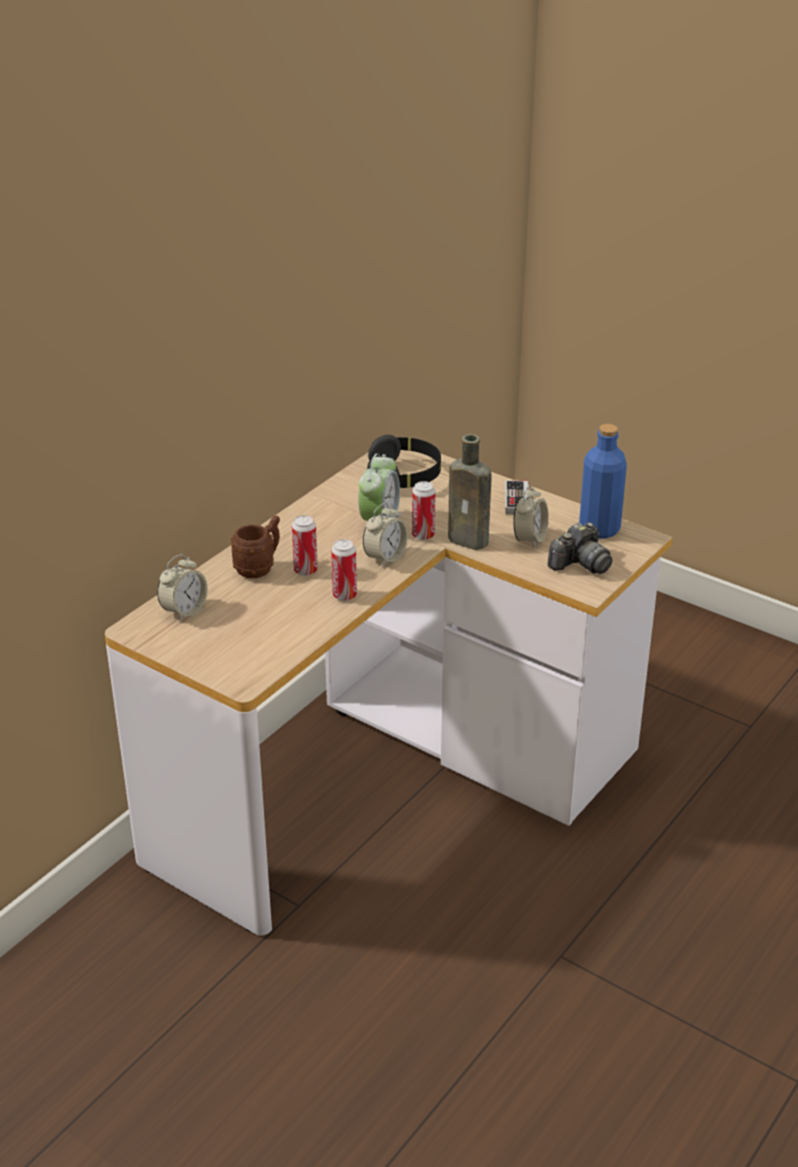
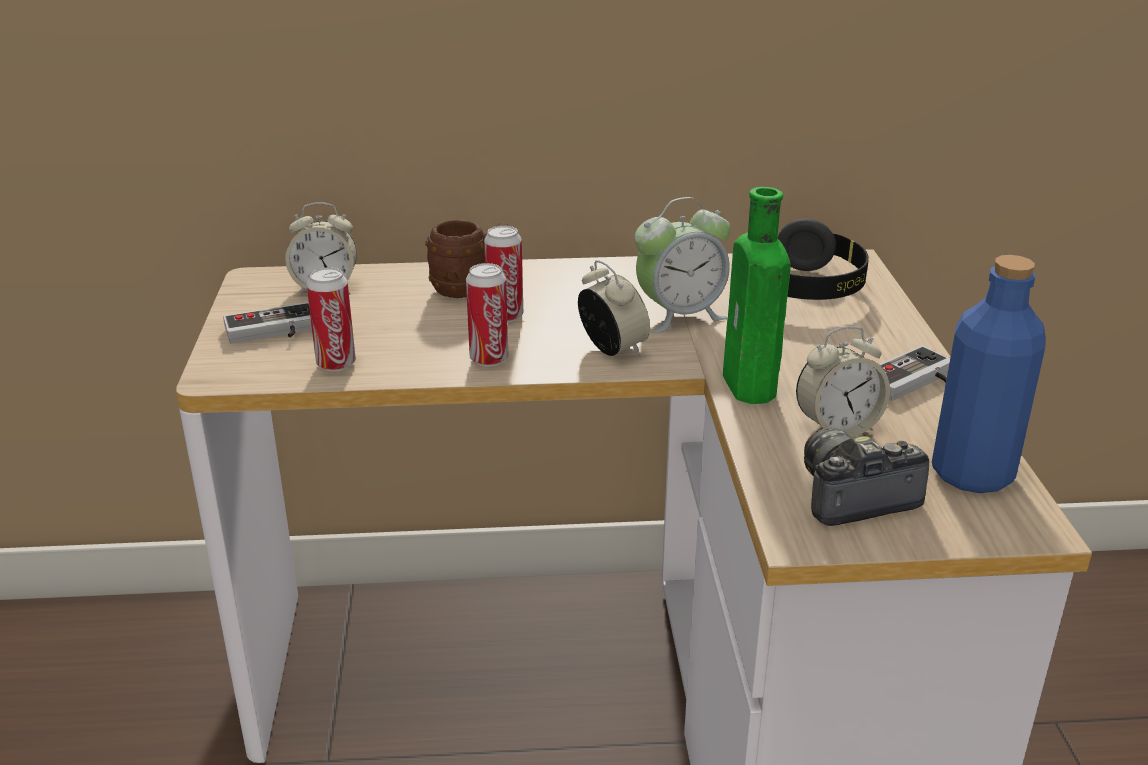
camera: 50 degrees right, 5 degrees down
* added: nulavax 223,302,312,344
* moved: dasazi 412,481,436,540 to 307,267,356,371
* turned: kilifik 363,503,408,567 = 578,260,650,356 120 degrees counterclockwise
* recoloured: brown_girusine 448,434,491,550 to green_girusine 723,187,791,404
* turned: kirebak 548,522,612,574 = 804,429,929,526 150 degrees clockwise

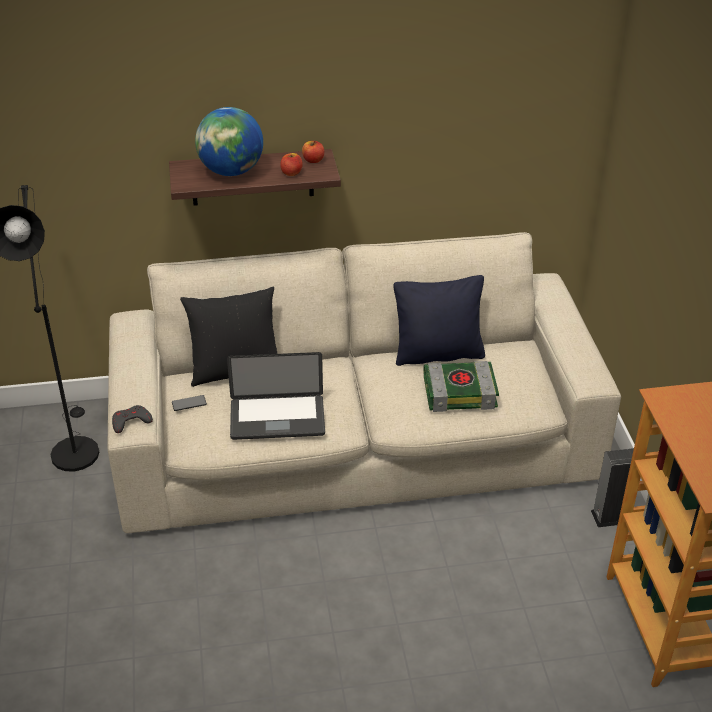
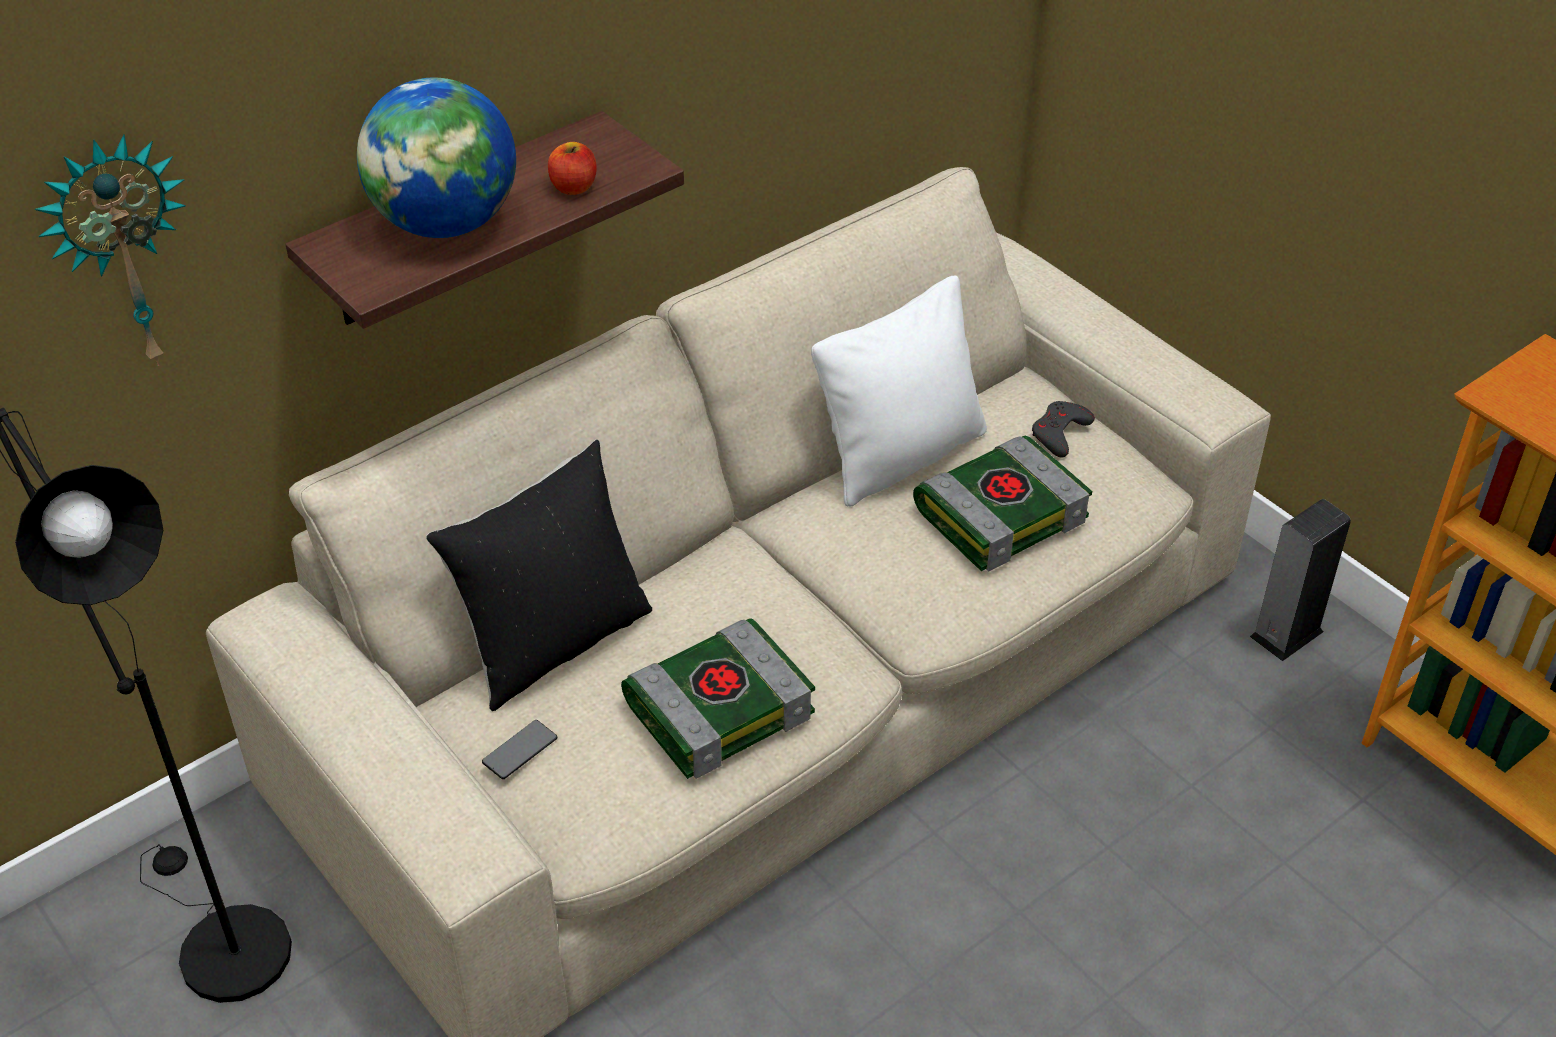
camera: 30 degrees left, 5 degrees up
* added: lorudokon 35,134,186,366
* replaced: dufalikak 227,352,325,440 to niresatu 621,618,815,779
* recoloured: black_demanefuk 393,275,485,366 to white_demanefuk 811,276,987,507
* moved: grey_nulavax 112,405,153,433 to 1032,401,1095,457
* removed: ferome 302,140,324,163

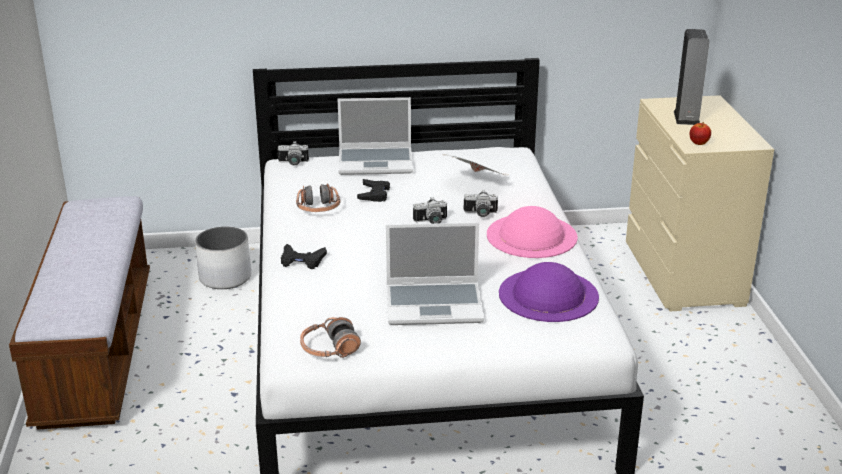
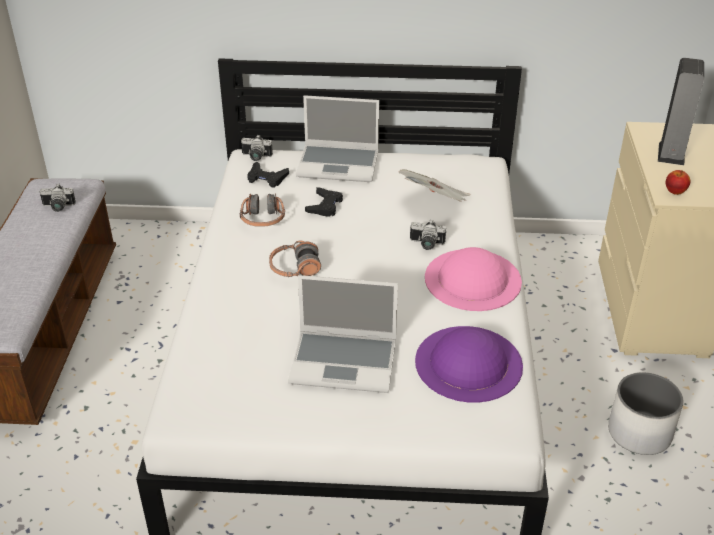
camera: 10 degrees right, 10 degrees up
* moved: kirebak 413,197,447,224 to 40,184,76,212
* moved: black_nulavax 281,244,327,269 to 247,161,289,187
* moved: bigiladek 300,317,361,358 to 269,240,321,277
* moved: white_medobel 195,226,251,289 to 608,372,683,455

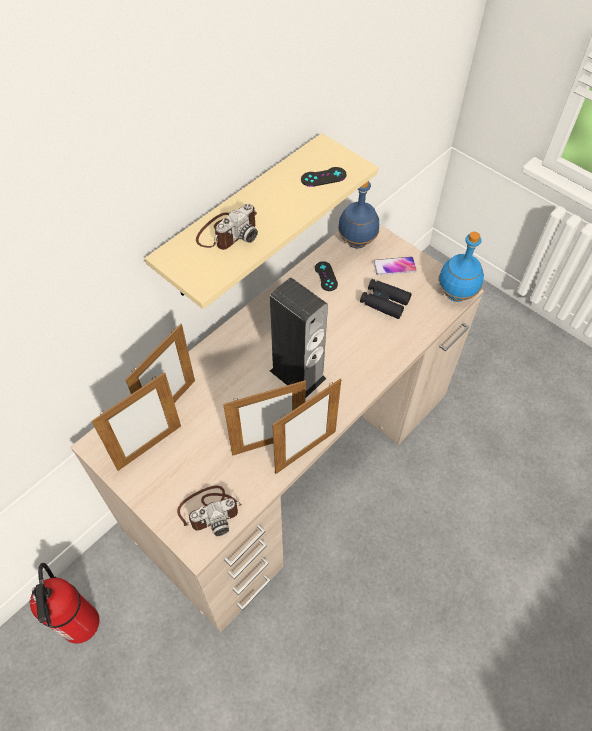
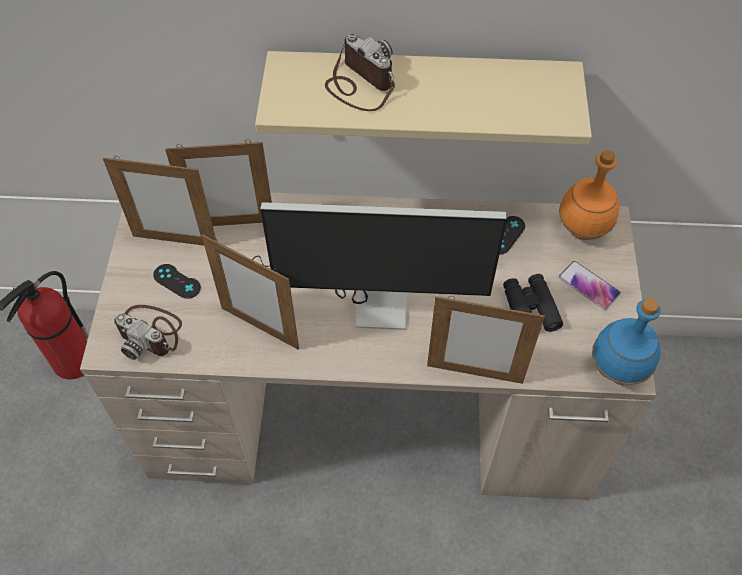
camera: 50 degrees right, 0 degrees up
* moved: black_nulavax 301,167,346,187 to 153,264,201,299
* replaced: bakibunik 270,278,328,397 to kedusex 252,202,507,330
* turned: kirebak 196,203,258,250 = 325,34,395,111 135 degrees counterclockwise
* moved: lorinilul 272,378,341,474 to 427,296,545,384
* recoloured: blue_girusine 338,181,379,249 to orange_girusine 559,150,620,240

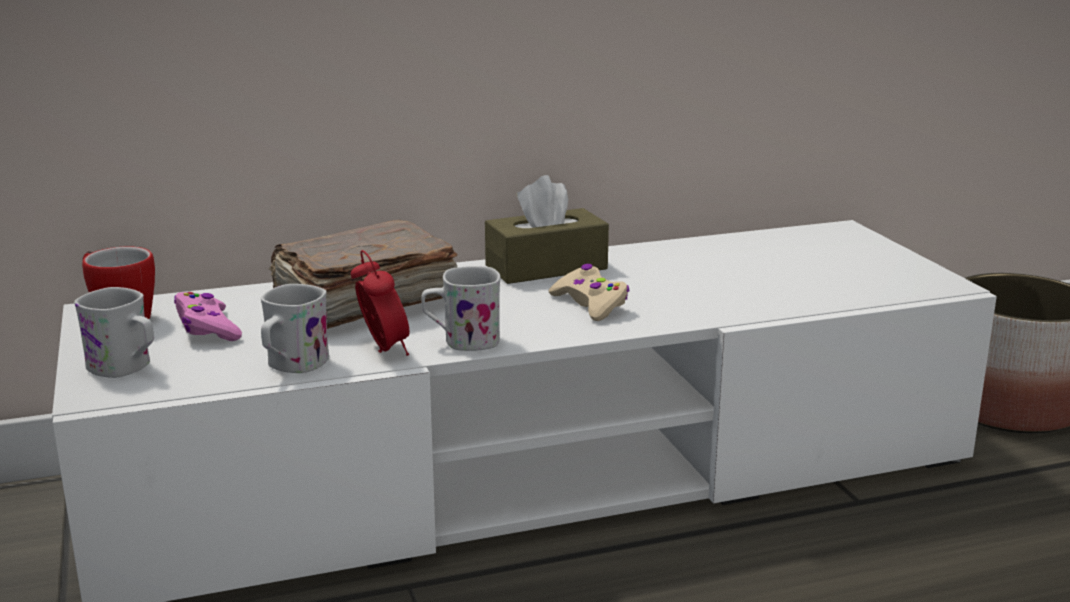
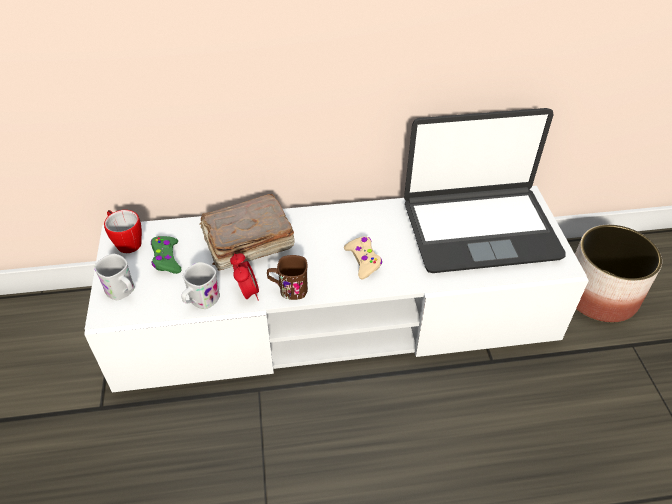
camera: 10 degrees right, 25 degrees up
* recoloured: pink_nulavax 174,292,242,341 to green_nulavax 151,236,181,274
* recoloured: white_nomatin 421,266,501,351 to brown_nomatin 267,255,308,300
* added: dufalikak 404,108,566,273
* removed: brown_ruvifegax 485,175,609,284

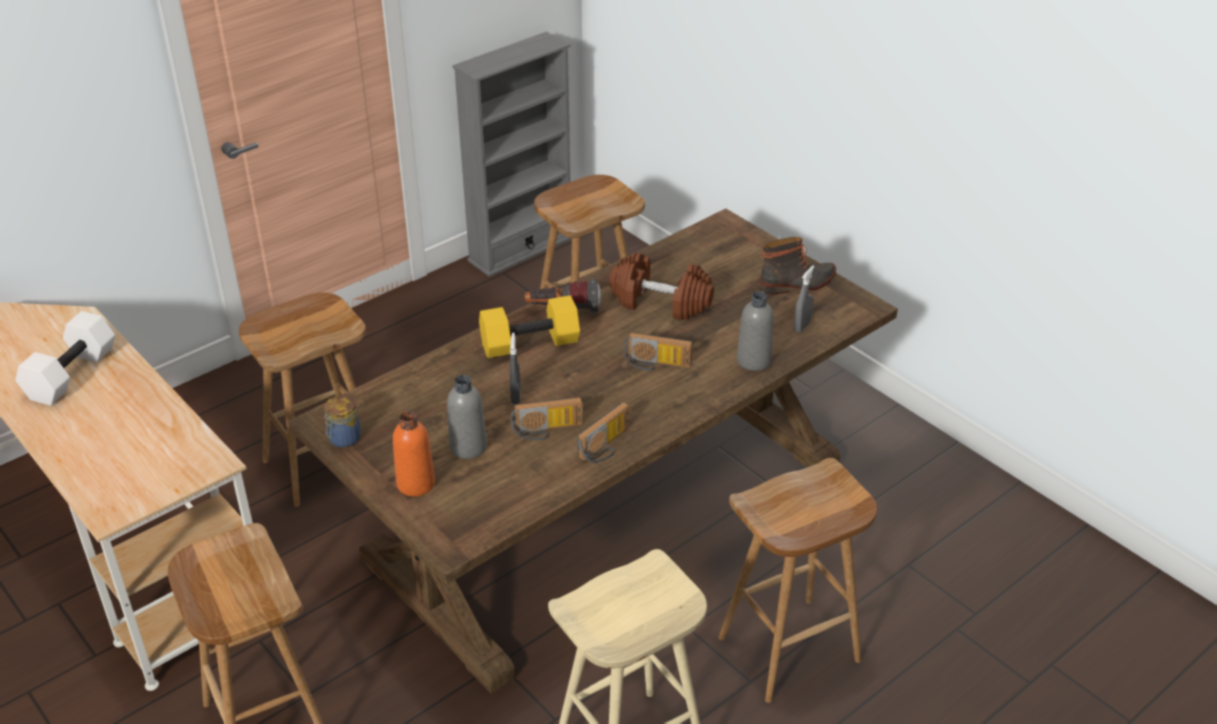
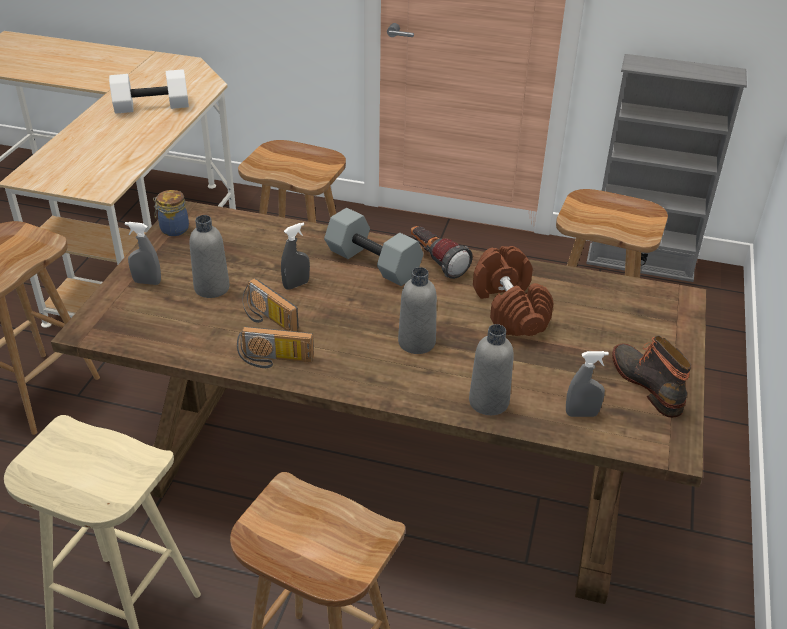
camera: 55 degrees right, 0 degrees up
* replaced: orange_girusine 393,411,435,497 to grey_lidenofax 125,222,161,285
* recoloured: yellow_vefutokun 479,295,580,358 to grey_vefutokun 324,208,423,286
* replaced: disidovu 623,332,692,371 to grey_girusine 398,267,437,354
* turned: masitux 760,237,836,295 = 612,336,692,418 150 degrees counterclockwise

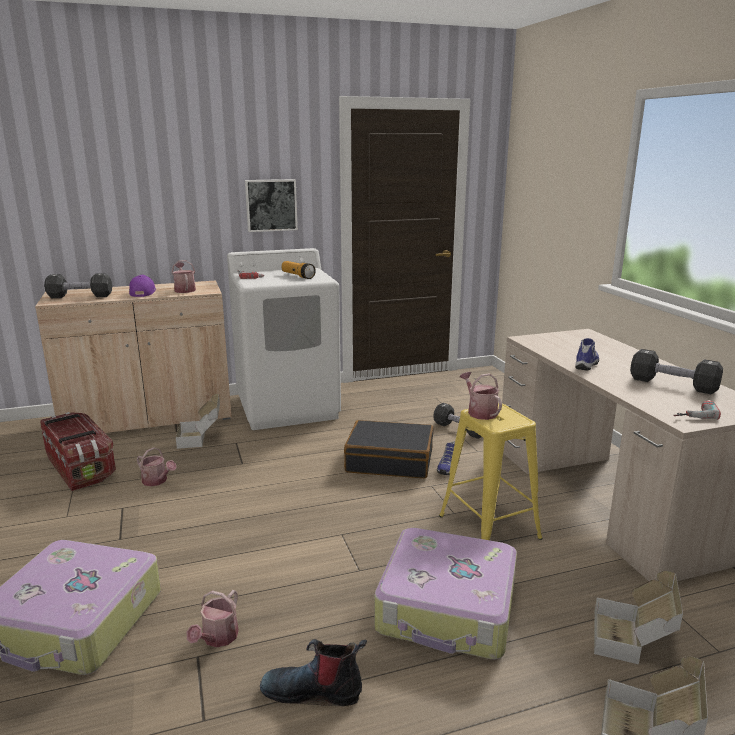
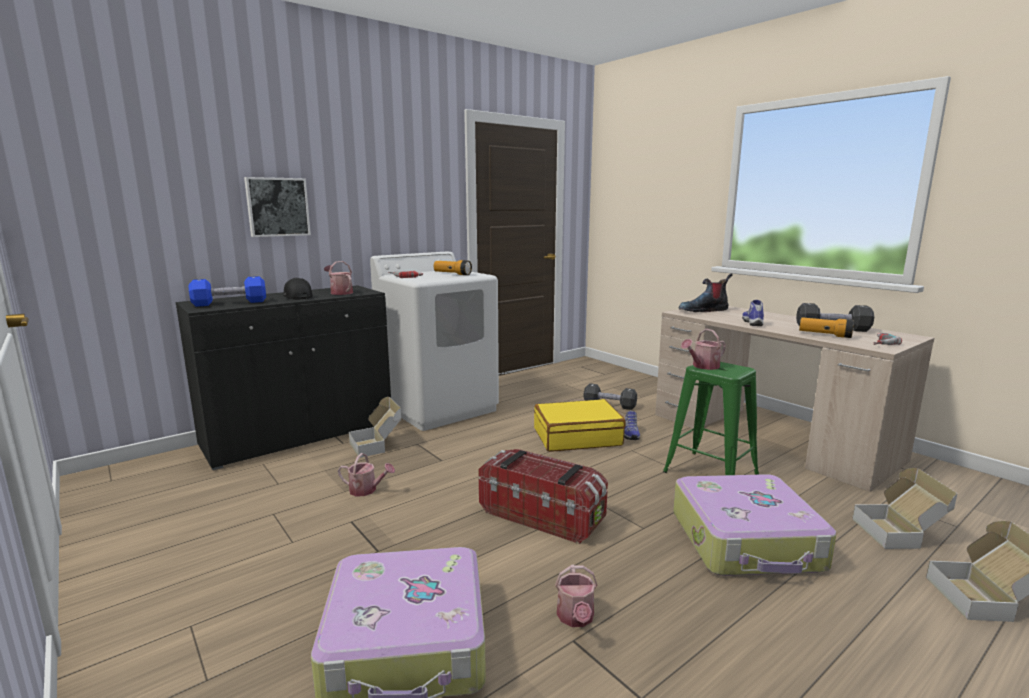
camera: 20 degrees left, 5 degrees down
* recoloured: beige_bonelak 35,280,232,433 to black_bonelak 176,285,391,470
* recoloured: black_vefutokun 44,273,112,298 to blue_vefutokun 188,276,266,307
* moved: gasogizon 245,179,298,232 to 244,177,311,237
* recoloured: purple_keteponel 129,275,156,297 to black_keteponel 283,278,313,300
* moved: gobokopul 40,412,116,491 to 478,449,608,544
* recoloured: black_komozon 344,420,434,478 to yellow_komozon 534,399,625,452
* recoloured: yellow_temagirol 439,403,543,540 to green_temagirol 663,362,759,475
* moved: masitux 260,639,367,706 to 678,273,733,312
* turned: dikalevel 460,372,502,420 = 681,329,726,370 75 degrees counterclockwise
* added: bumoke 799,317,854,338

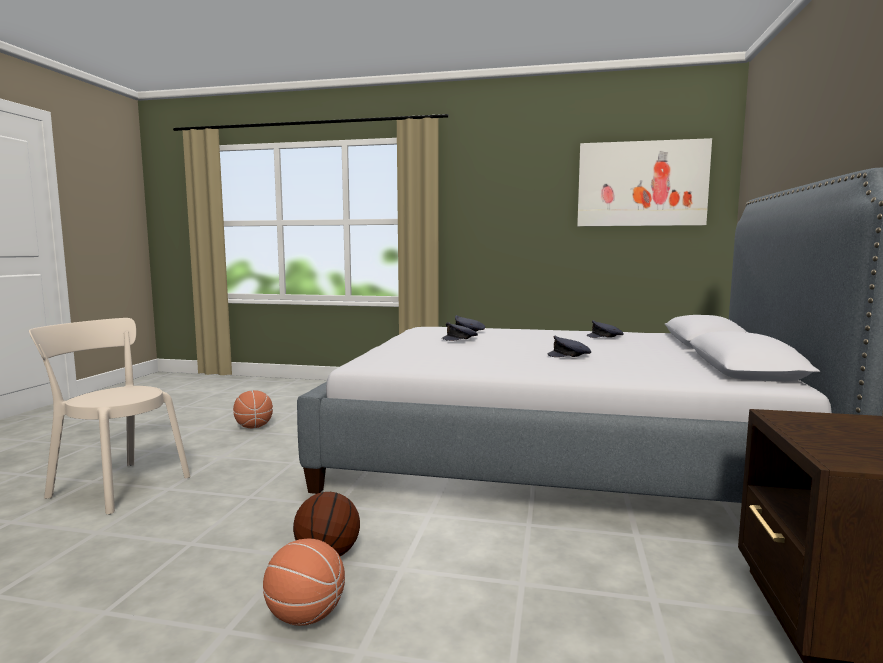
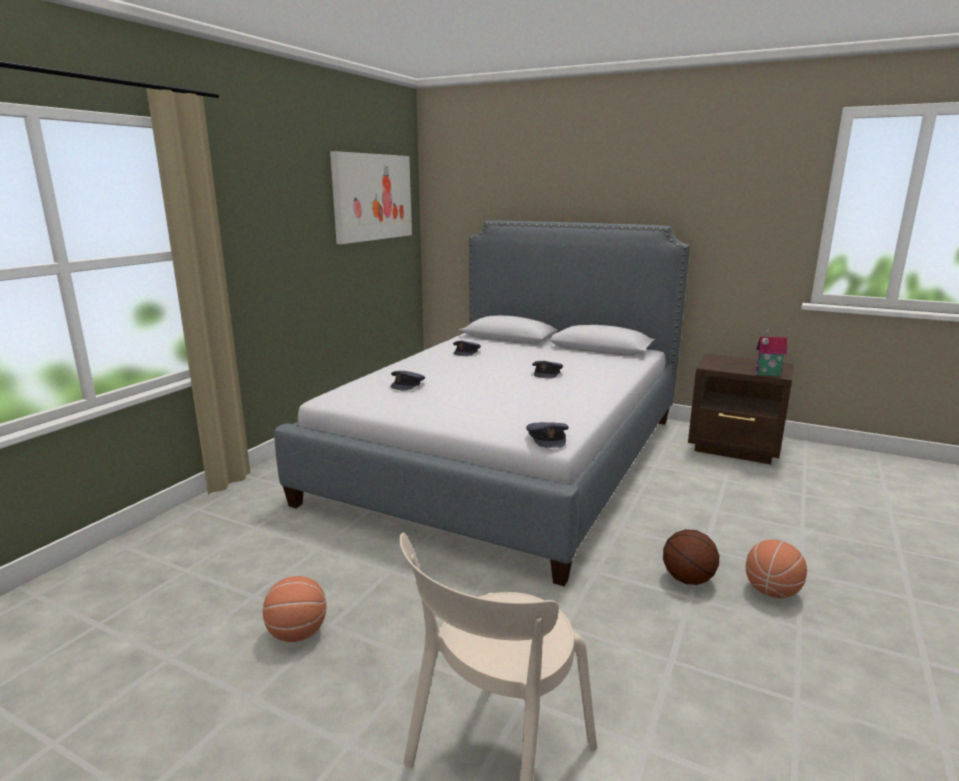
camera: 75 degrees left, 10 degrees up
* moved: grey_keteponel 442,322,478,341 to 526,422,569,448
* added: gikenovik 756,329,787,376

